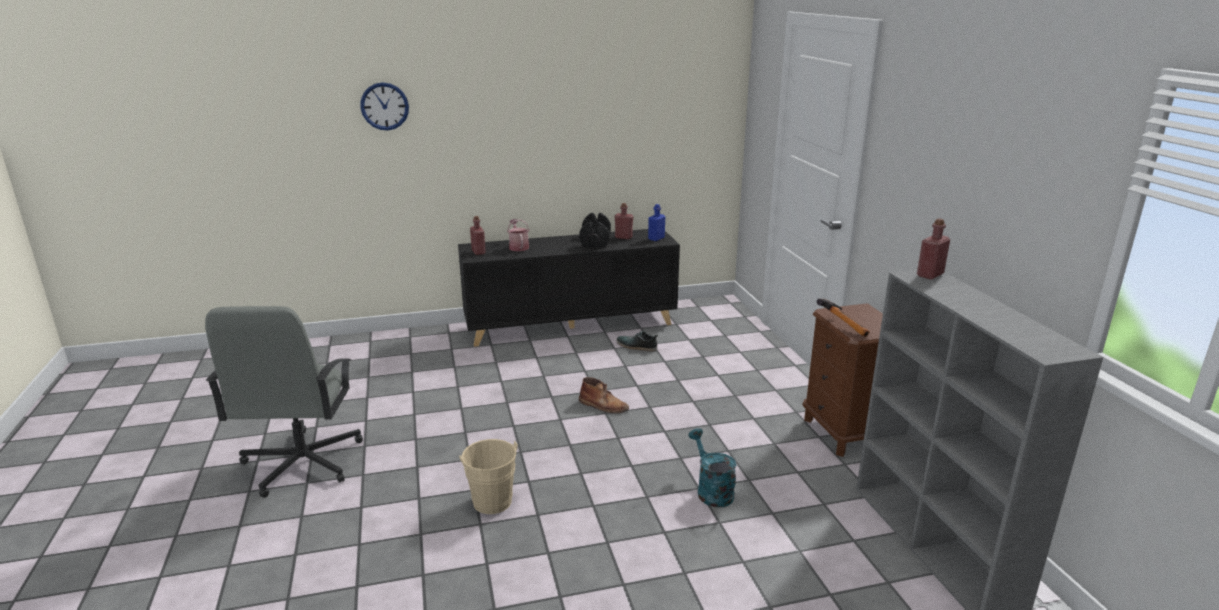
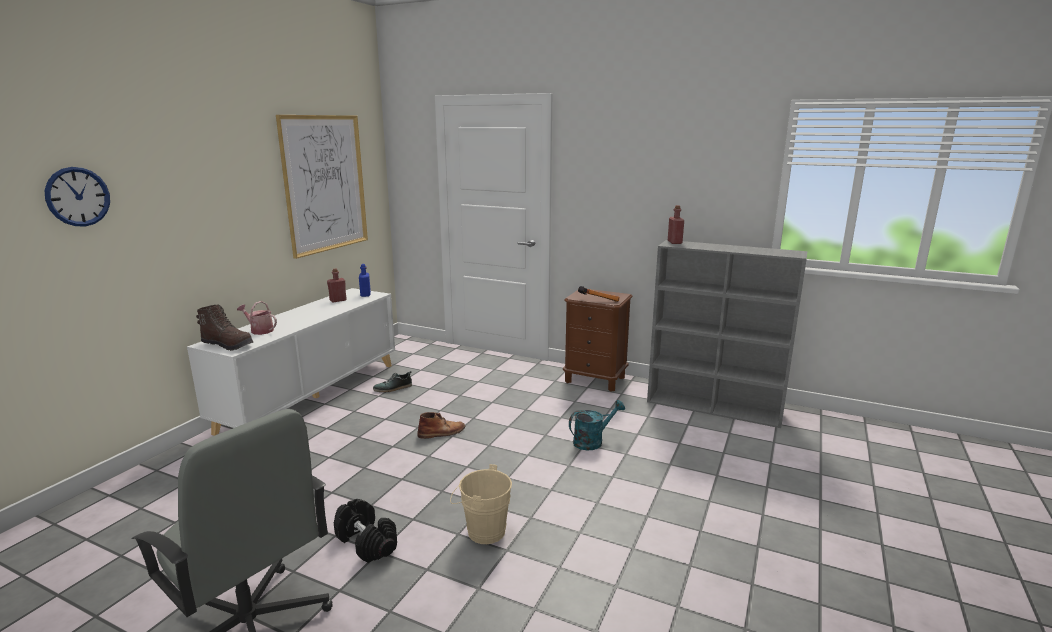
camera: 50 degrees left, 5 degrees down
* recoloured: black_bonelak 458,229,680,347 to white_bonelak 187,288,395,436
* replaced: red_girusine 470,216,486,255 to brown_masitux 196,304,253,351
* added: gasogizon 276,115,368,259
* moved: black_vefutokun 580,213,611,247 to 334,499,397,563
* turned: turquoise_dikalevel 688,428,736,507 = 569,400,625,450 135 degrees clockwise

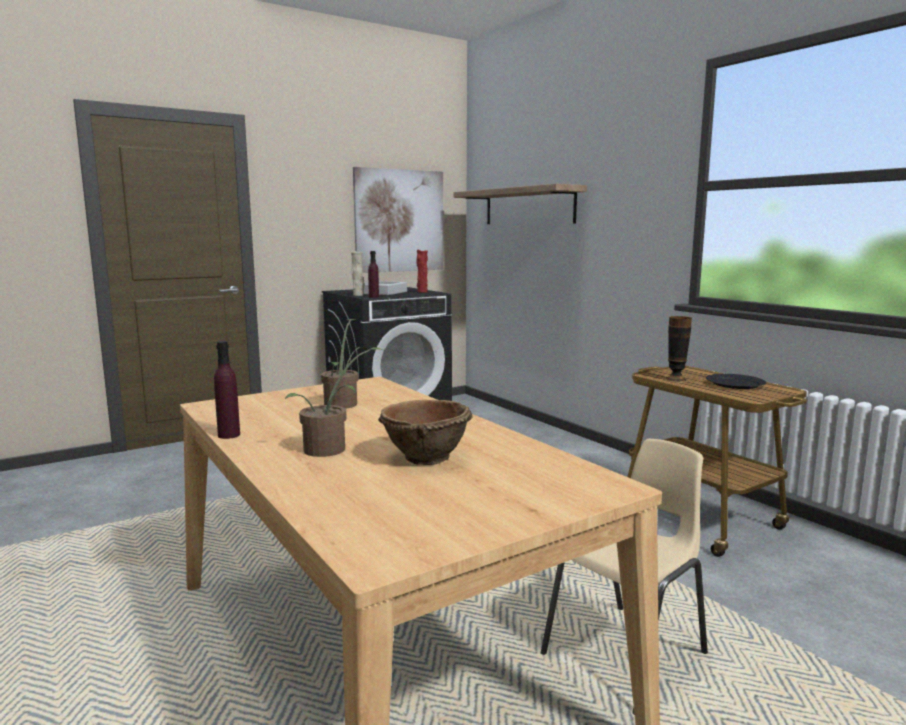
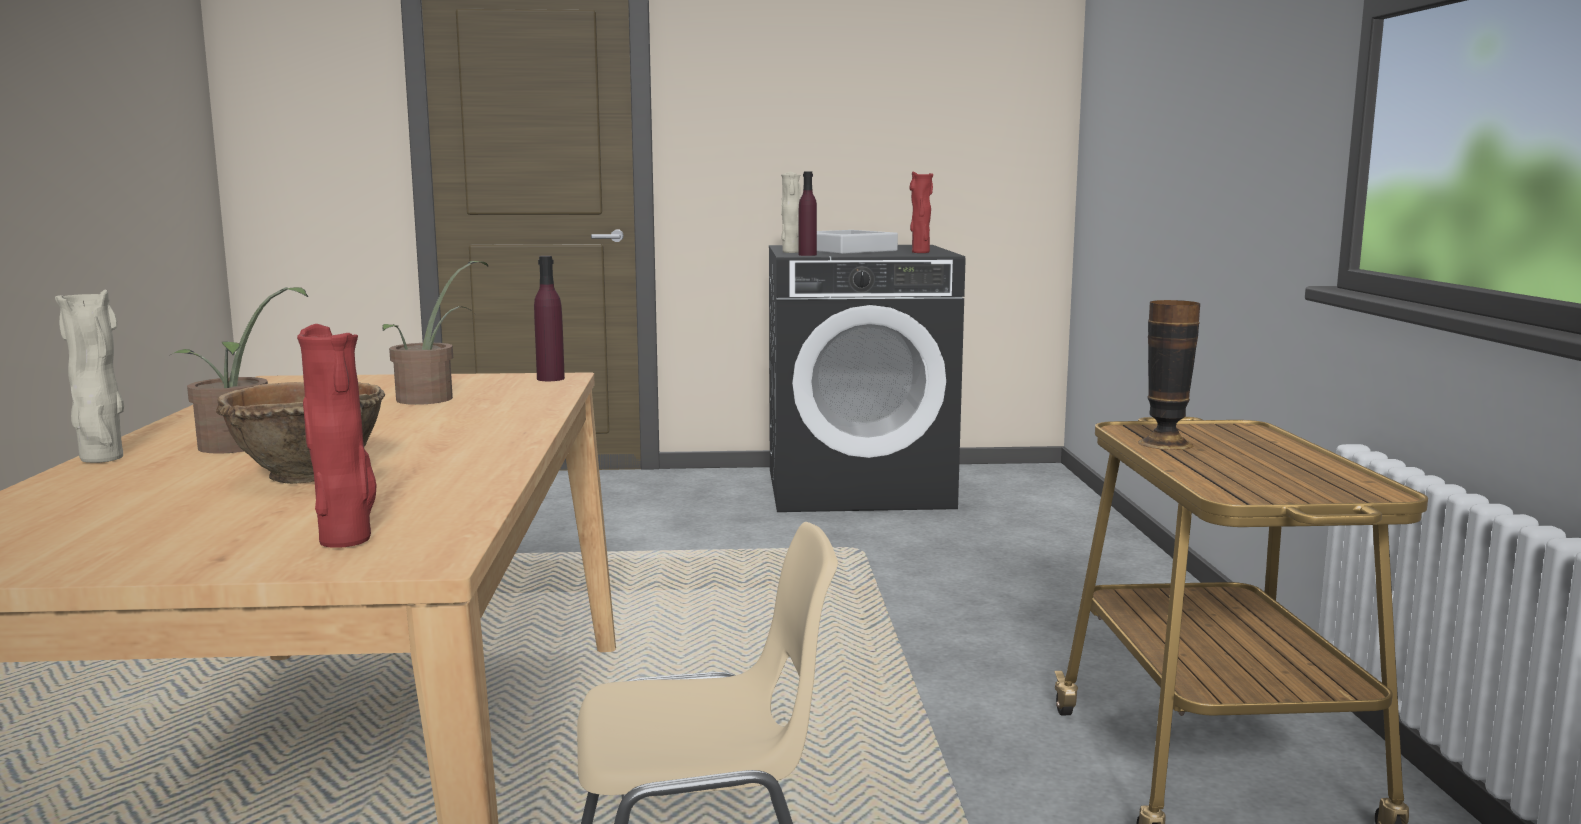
camera: 30 degrees right, 0 degrees up
* added: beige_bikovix 55,290,124,463
* added: red_bikovix 297,324,376,548
* moved: purple_girusine 214,341,240,439 to 534,256,565,381
* removed: gasogizon 353,167,443,273
* removed: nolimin 454,184,587,224
* removed: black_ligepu 706,374,766,389

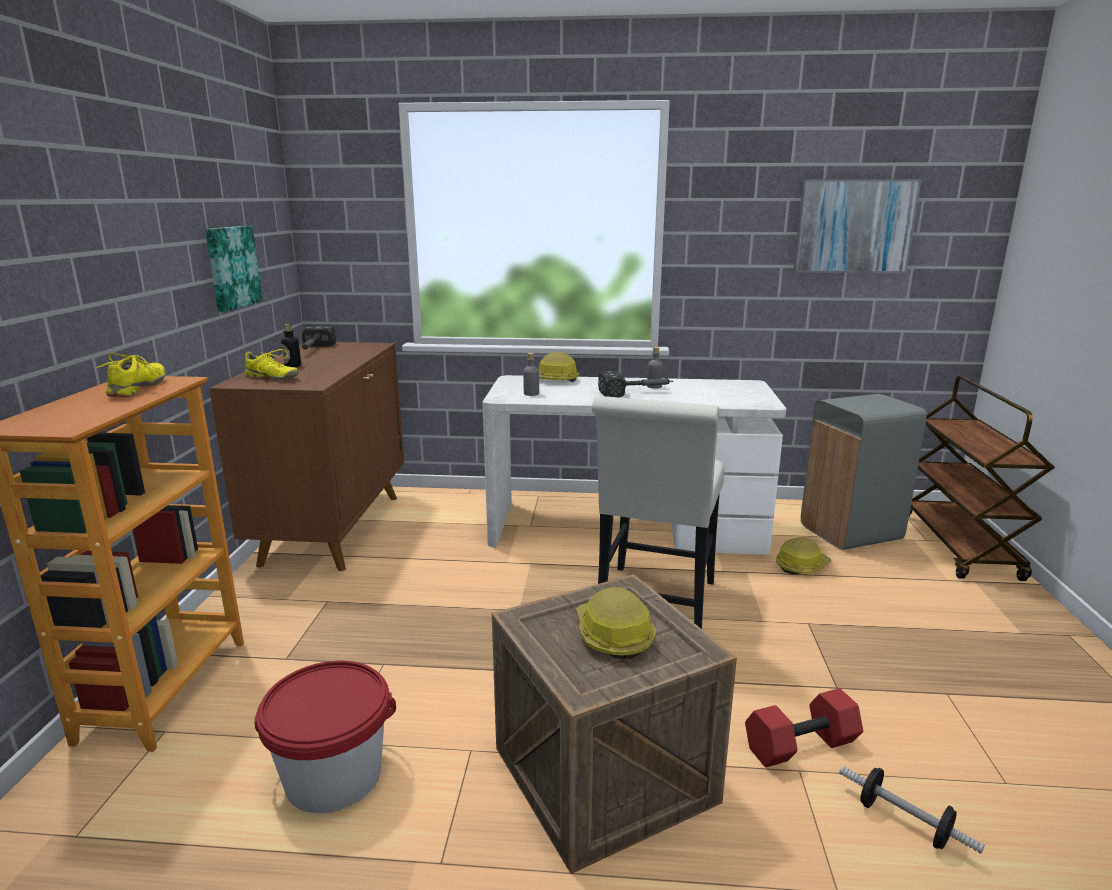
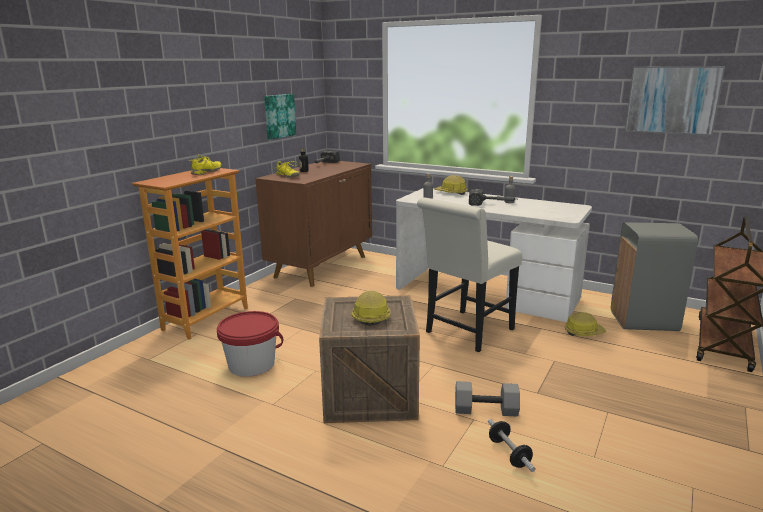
camera: 25 degrees right, 0 degrees up
* recoloured: red_vefutokun 745,688,863,767 to grey_vefutokun 455,381,520,417

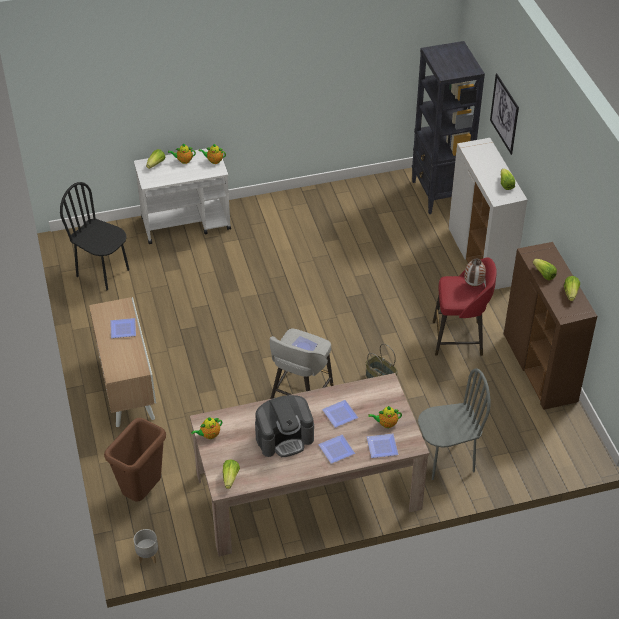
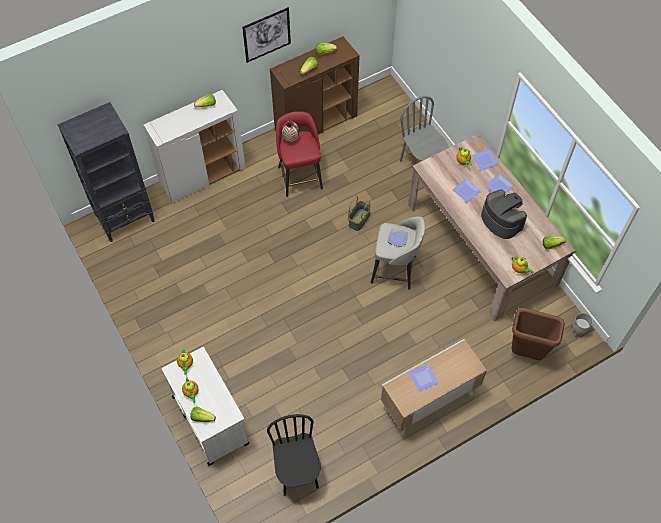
camera: 105 degrees left, 15 degrees up
* moved: gasogizon 490,73,519,155 to 242,7,291,63
* turned: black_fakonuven 60,182,129,290 = 267,414,321,496 150 degrees clockwise

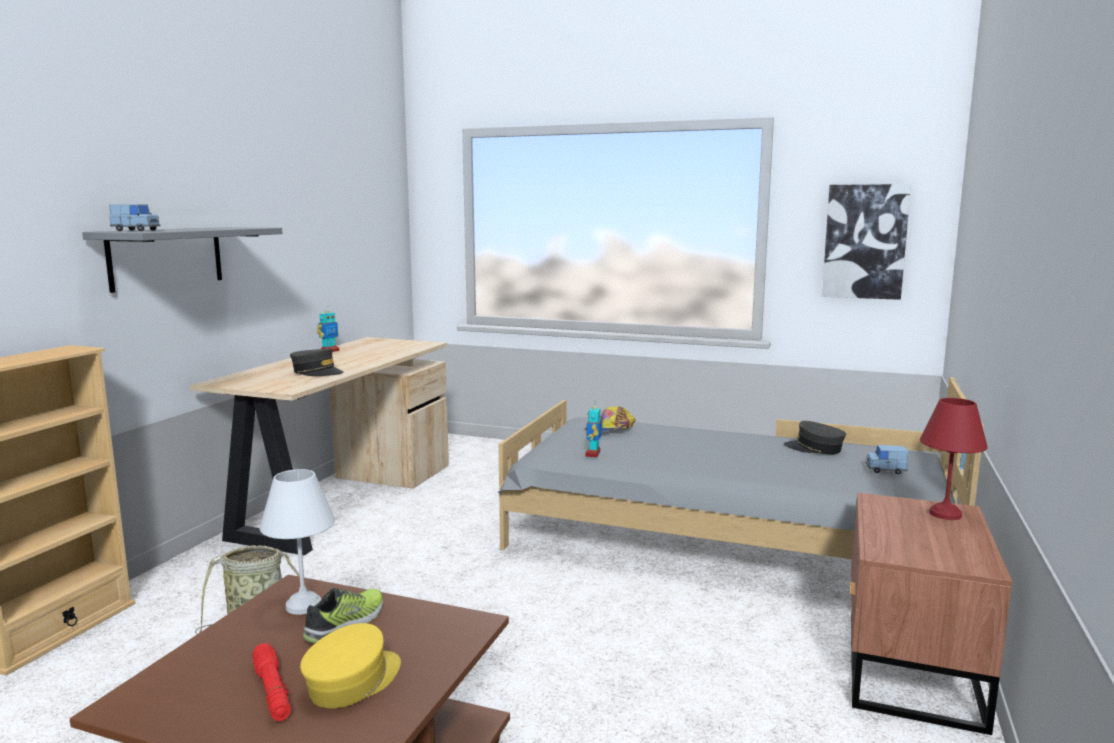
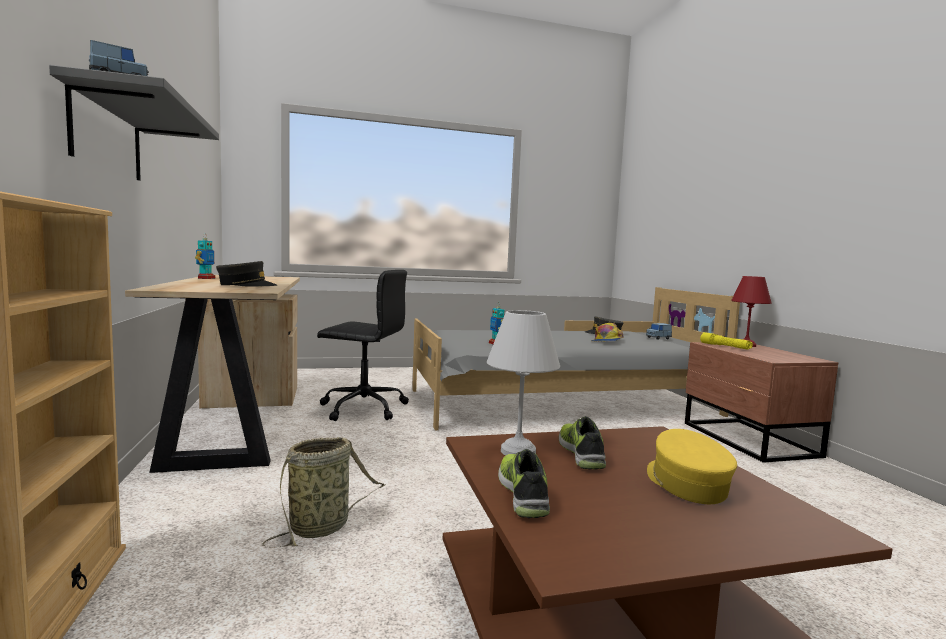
camera: 35 degrees left, 5 degrees down
* added: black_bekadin 317,270,409,421
* added: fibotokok 498,449,550,518
* moved: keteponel 585,406,636,431 to 591,323,624,341
* added: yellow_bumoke 700,332,753,350
* removed: red_bumoke 252,643,291,721
* removed: gasogizon 822,184,911,300

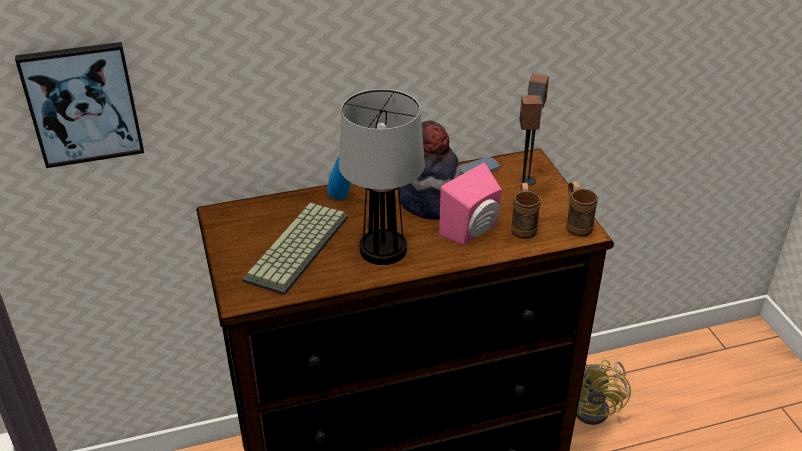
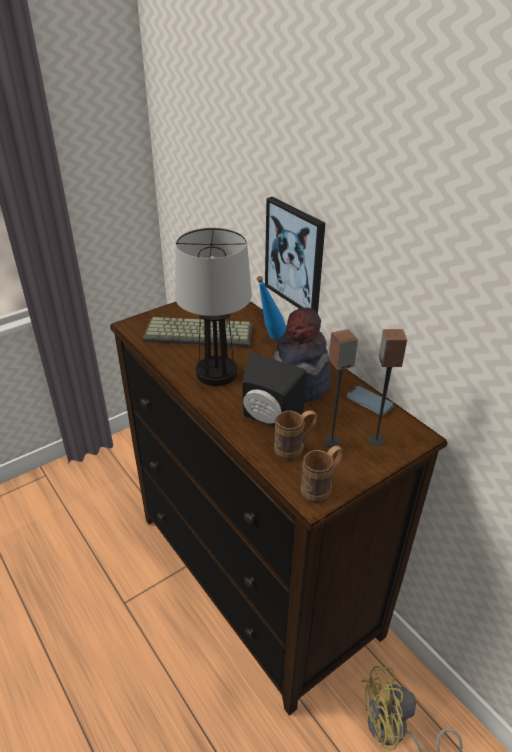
camera: 70 degrees right, 0 degrees up
* recoloured: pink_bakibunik 439,162,502,245 to black_bakibunik 242,353,306,426
* moved: gasogizon 15,42,144,168 to 265,197,325,313

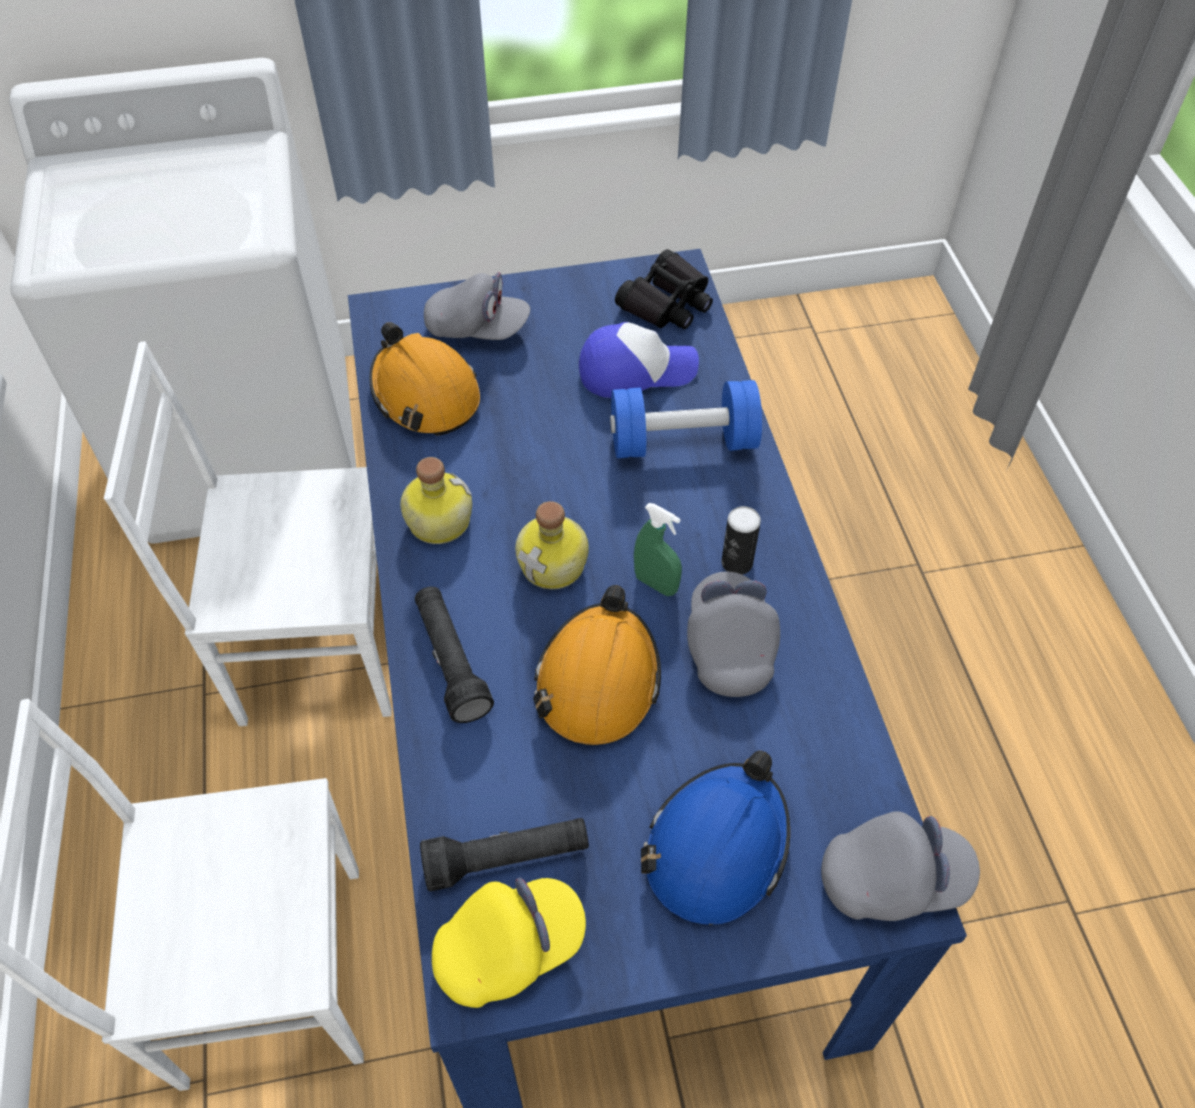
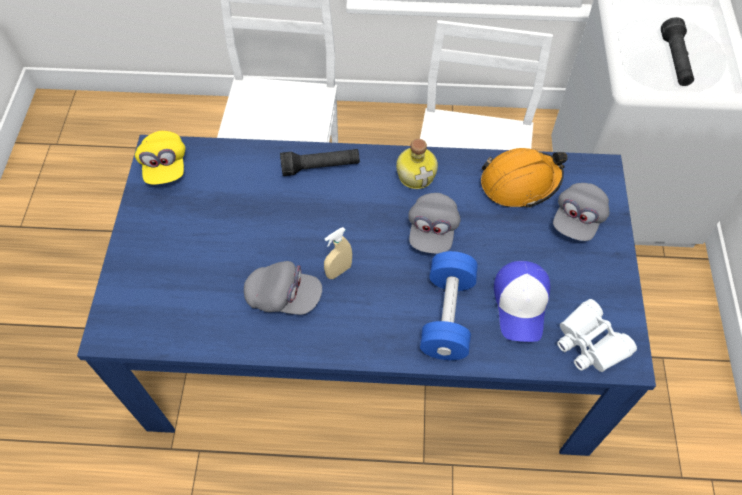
camera: 105 degrees right, 5 degrees up
* recoloured: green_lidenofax 634,503,682,596 to beige_lidenofax 324,227,352,279
* moved: grey_keteponel 821,811,980,921 to 408,193,461,253
* recoloured: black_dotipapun 615,249,713,329 to white_dotipapun 557,299,637,372
* moved: black_bumoke 420,818,589,891 to 661,17,694,86
* removed: girusine 515,501,589,589
* removed: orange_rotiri 533,585,661,745
* removed: blue_rotiri 641,751,790,925
* removed: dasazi 722,506,761,575

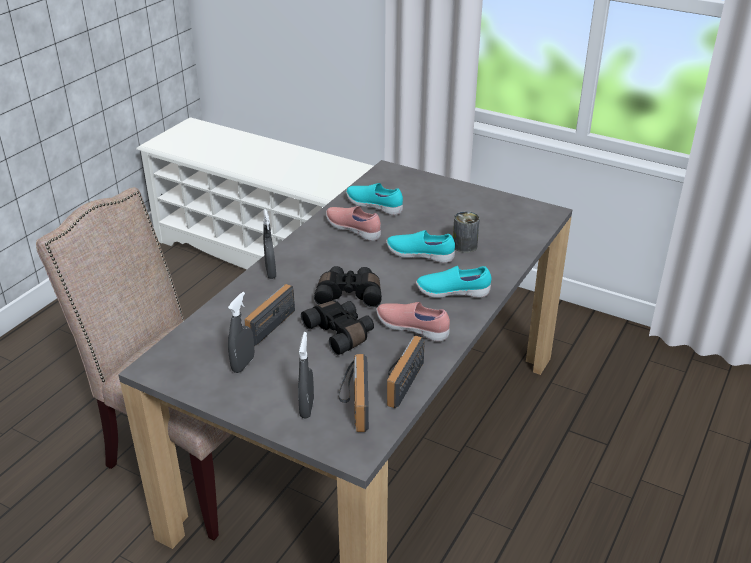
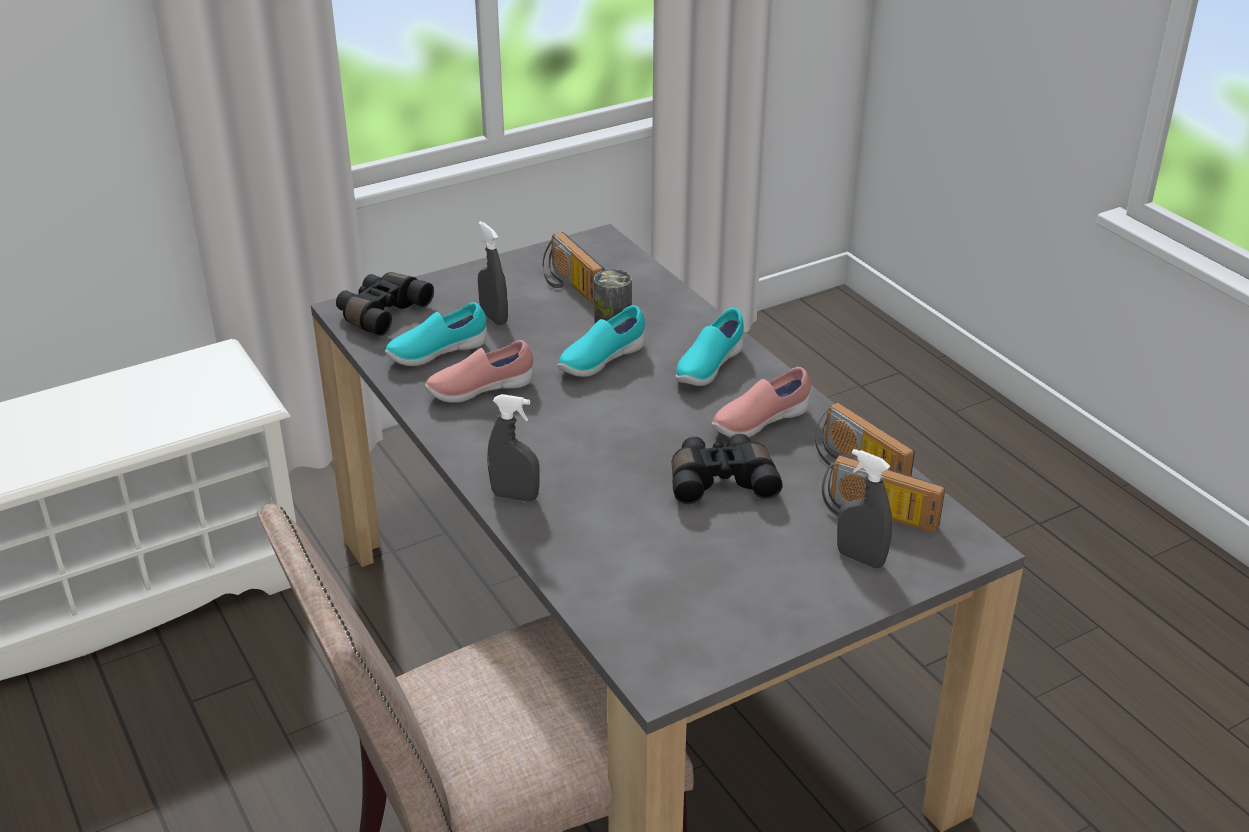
camera: 60 degrees left, 0 degrees up
* moved: black_dotipapun 314,266,382,307 to 336,272,434,336
* moved: grey_lidenofax 228,292,254,373 to 478,221,508,326
* moved: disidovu 244,284,295,346 to 543,232,605,305

